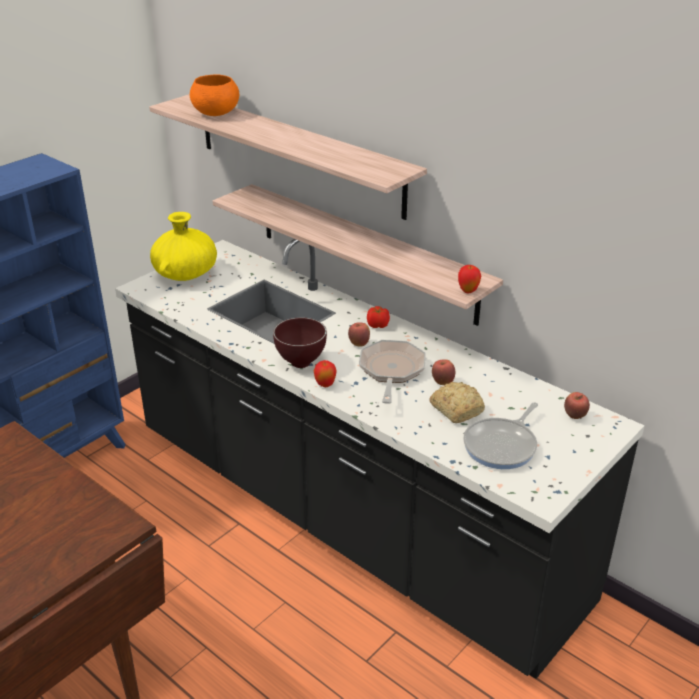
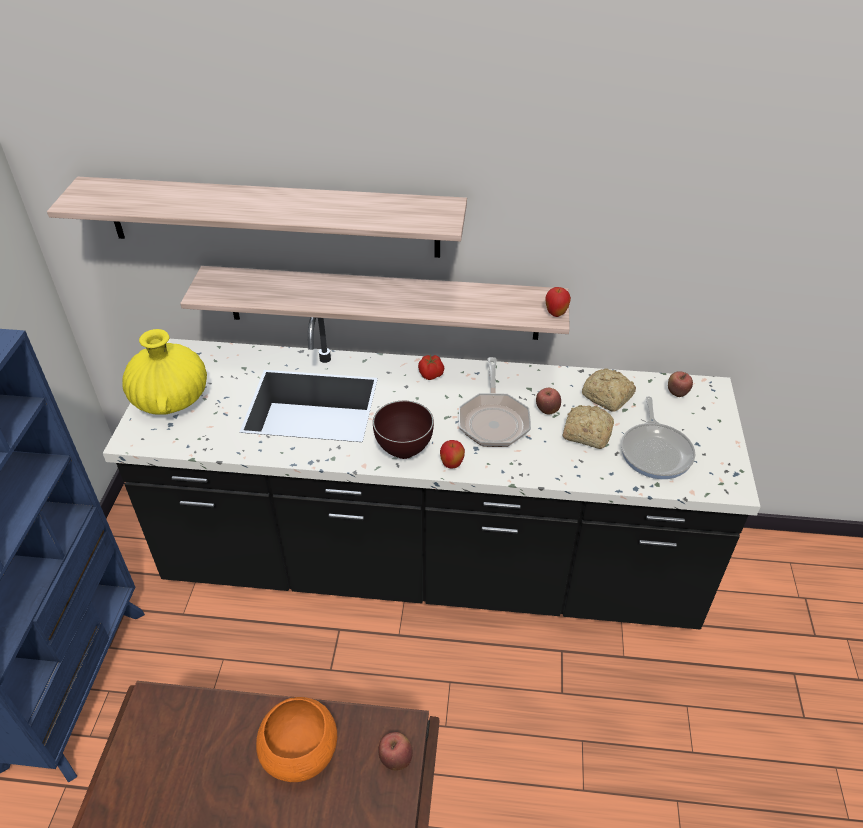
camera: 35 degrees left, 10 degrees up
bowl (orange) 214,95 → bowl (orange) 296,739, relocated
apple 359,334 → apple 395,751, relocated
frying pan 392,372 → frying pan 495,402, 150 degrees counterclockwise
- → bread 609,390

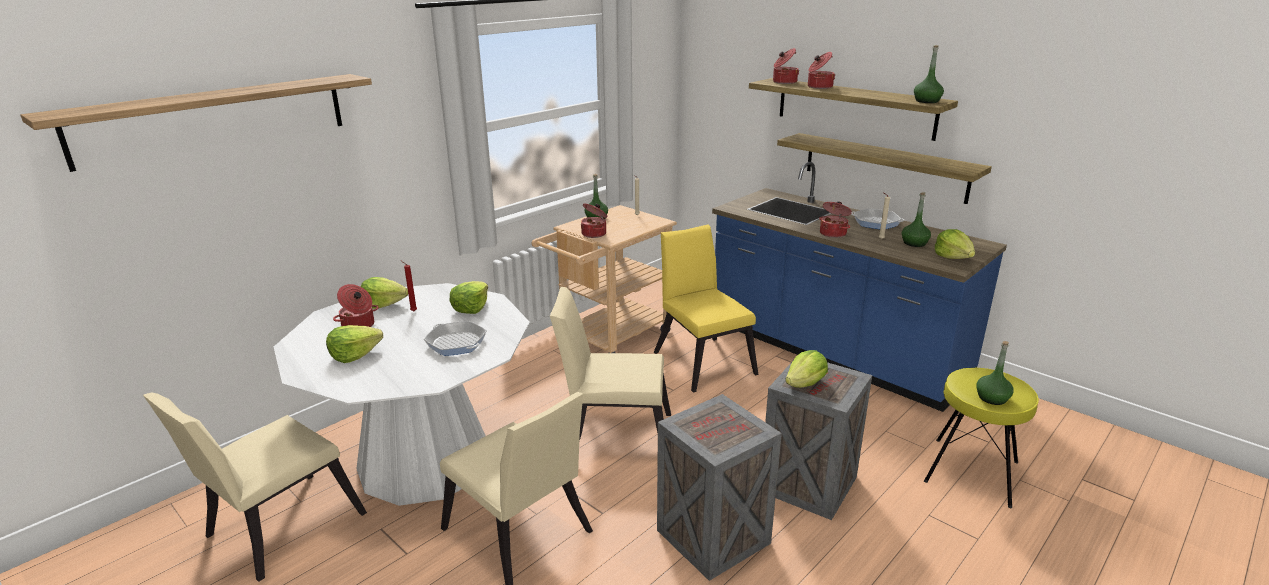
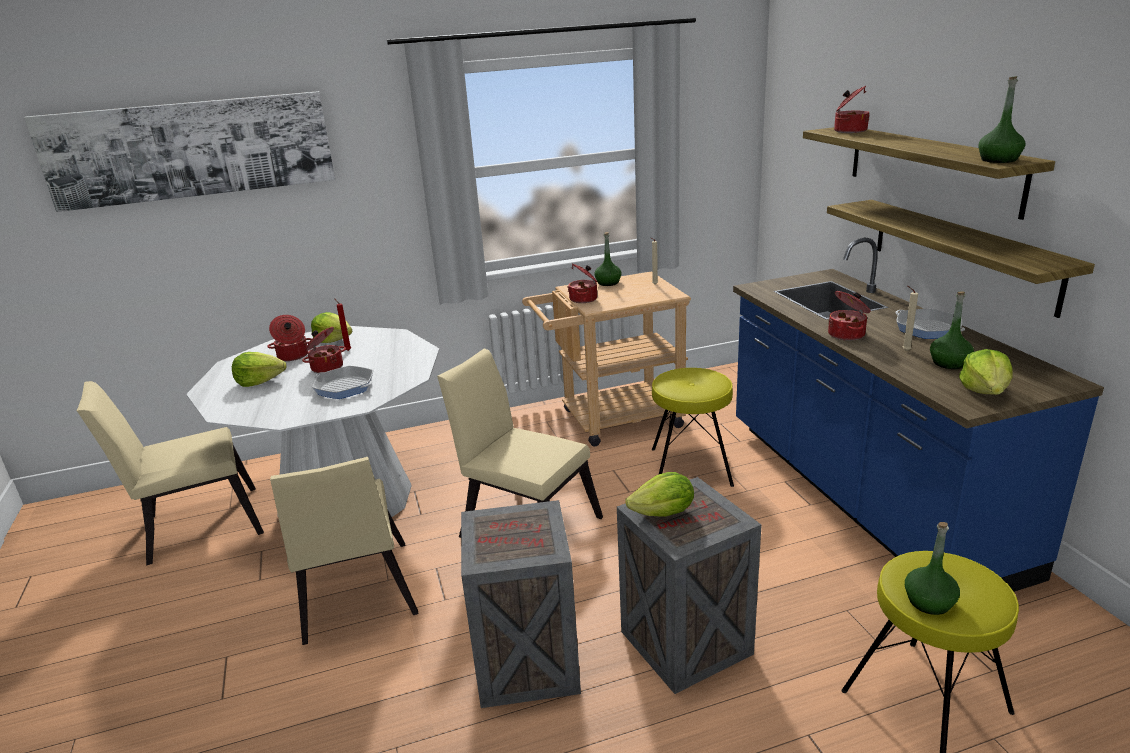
camera: 30 degrees right, 0 degrees up
shelf 196,123 → picture 179,151
cooking pot 821,70 → cooking pot 324,350, relocated
frying pan 455,338 → frying pan 342,382, 135 degrees clockwise
chair (yellow) 706,308 → stool (yellow) 693,427
lettuce 469,297 → -

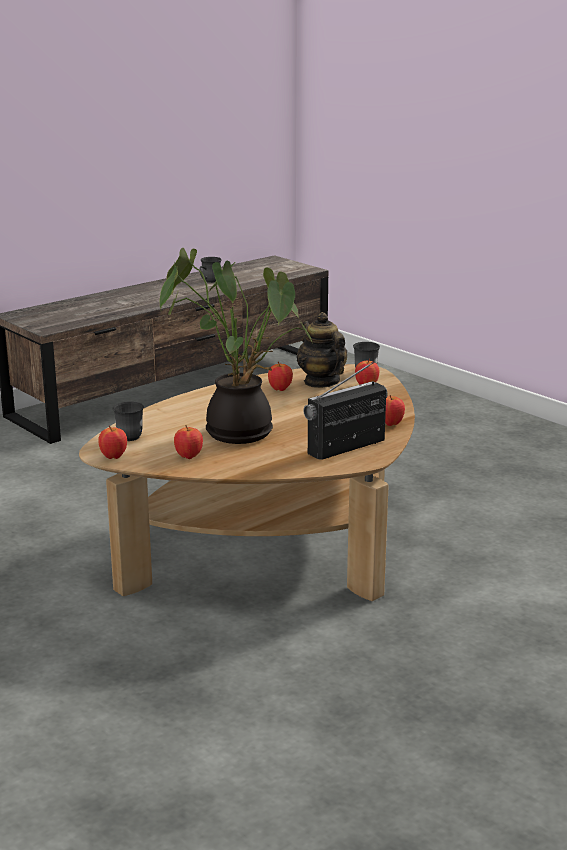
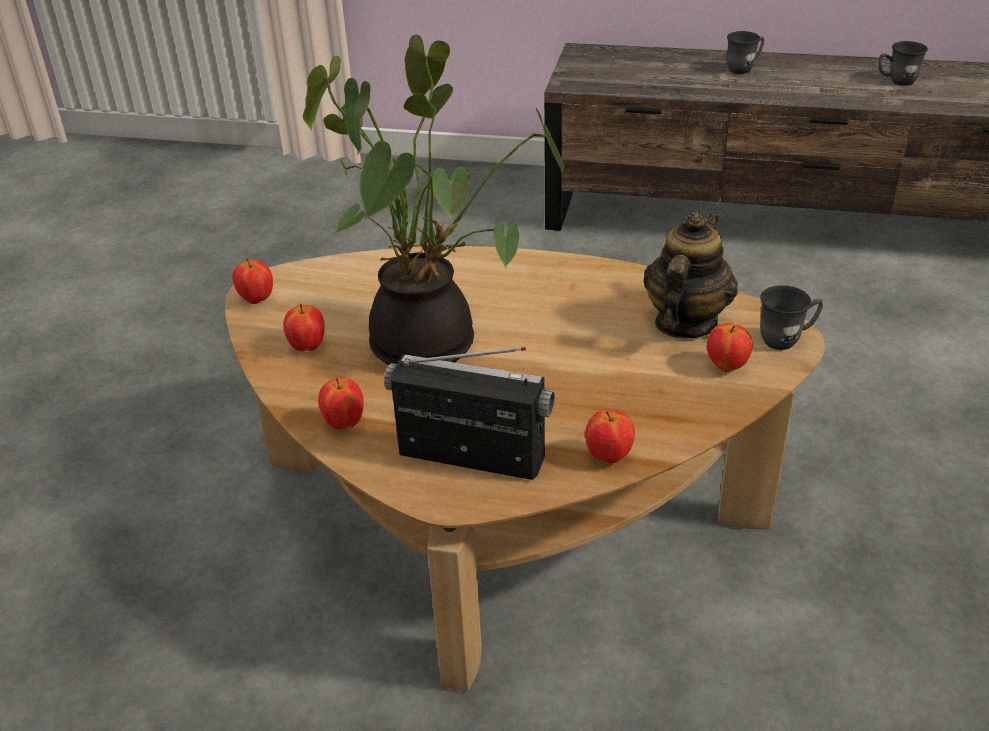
camera: 55 degrees right, 15 degrees up
apple 280,376 → apple 341,404, relocated
mug (grey) 128,421 → mug (grey) 745,52, relocated

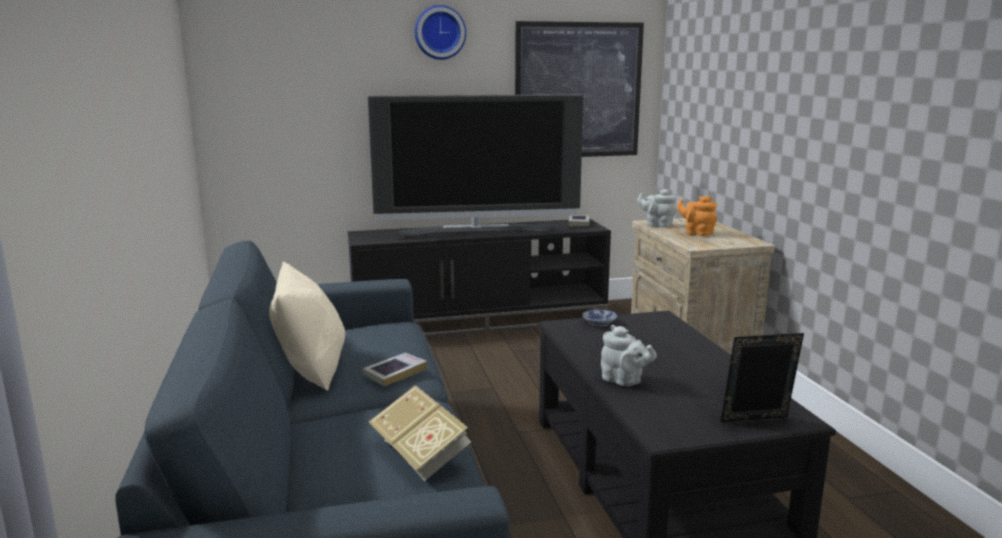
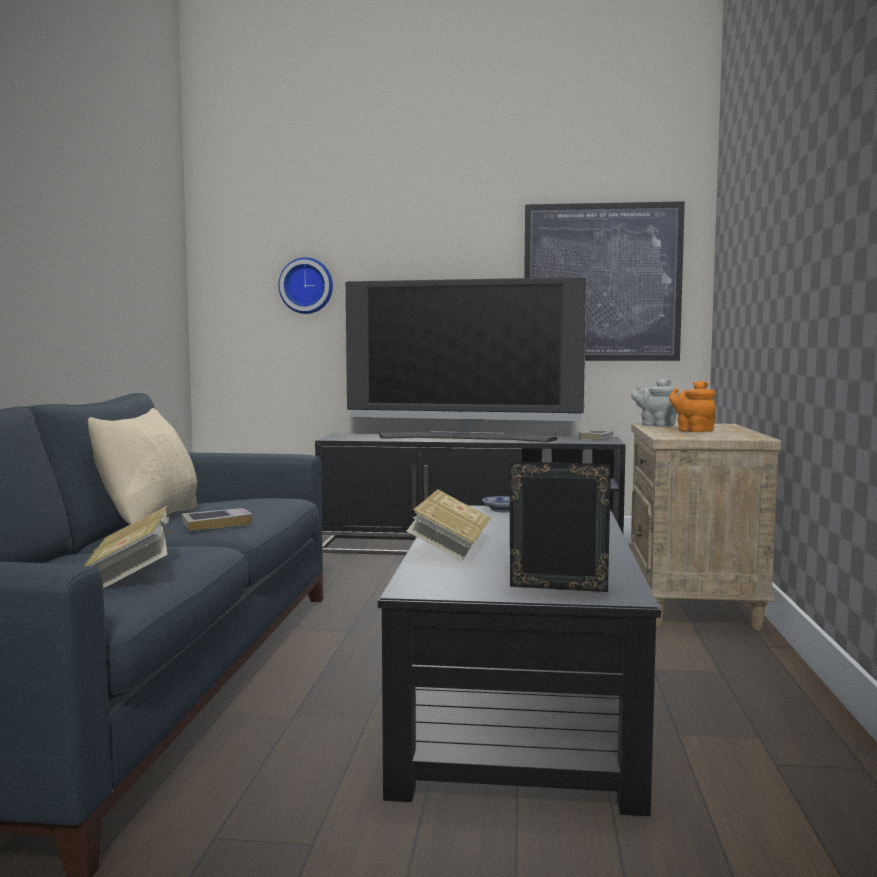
camera: 20 degrees right, 10 degrees down
wall clock 440,32 → wall clock 305,285, relocated
teapot (grey) 629,356 → book 449,525

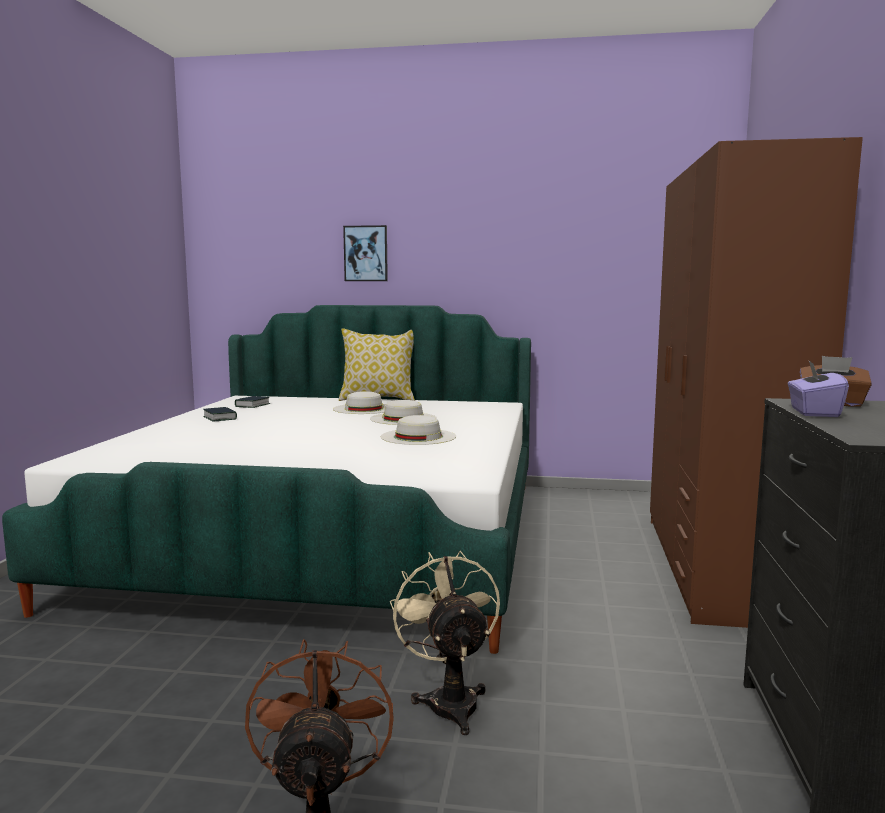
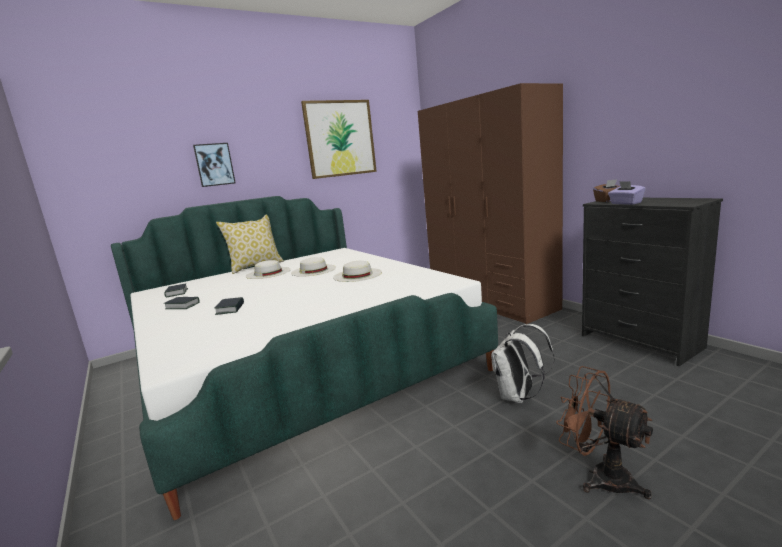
camera: 40 degrees left, 5 degrees up
- → book 229,306
- → picture 339,139
fan (beige) 445,643 → backpack (white) 522,363

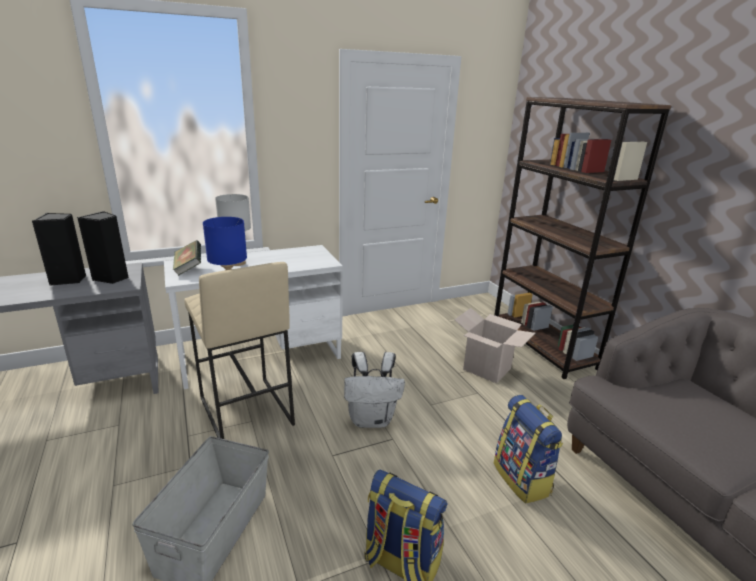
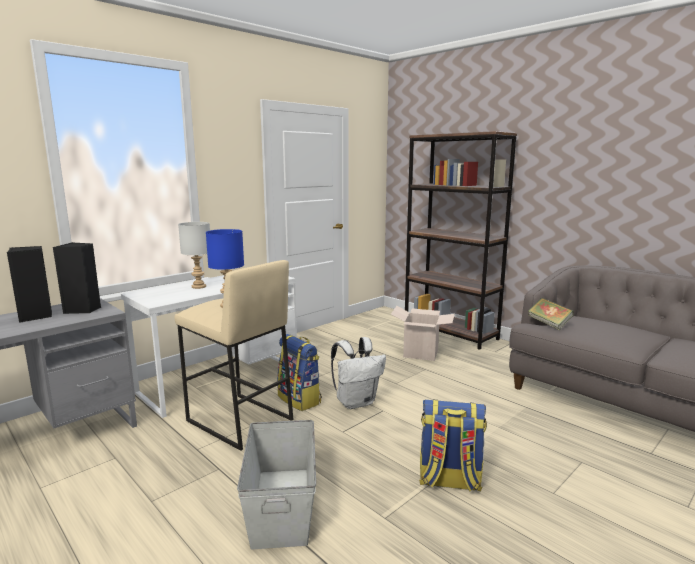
camera: 20 degrees left, 10 degrees down
backpack 528,449 → backpack 299,372, relocated
book 187,258 → book 551,314, relocated

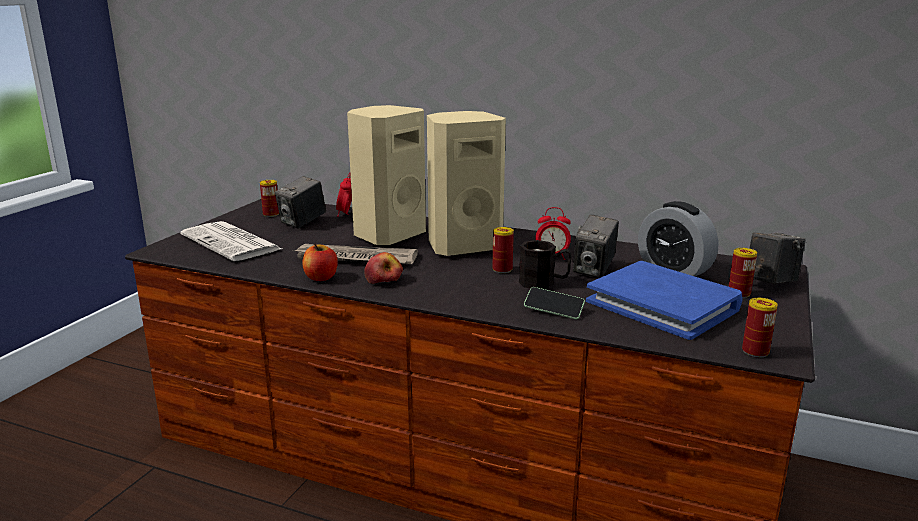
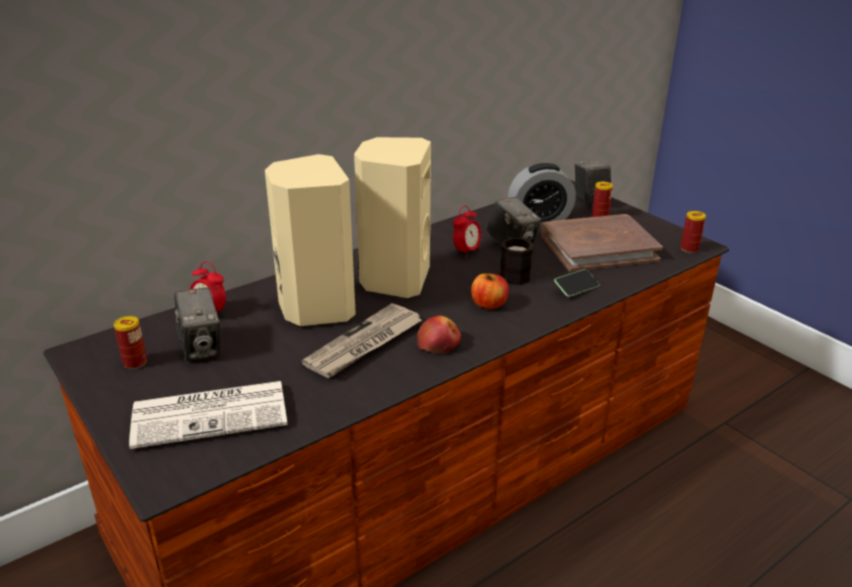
camera: 60 degrees left, 10 degrees up
apple 320,262 → apple 490,291, relocated
book (blue) 664,300 → book (brown) 602,243
can 503,250 → -

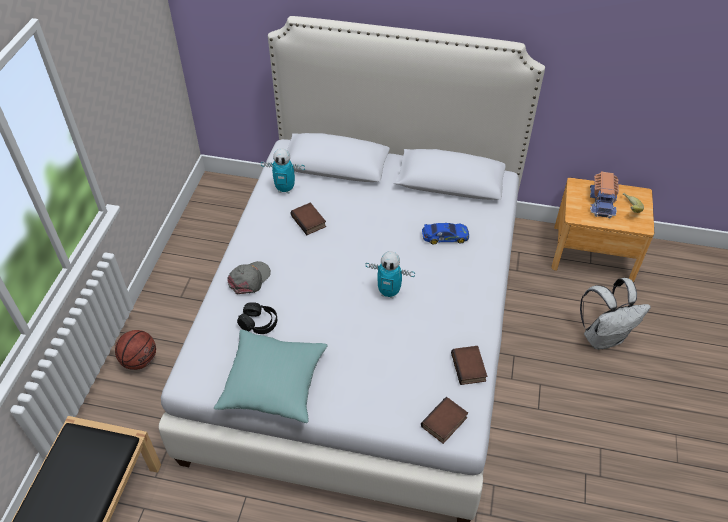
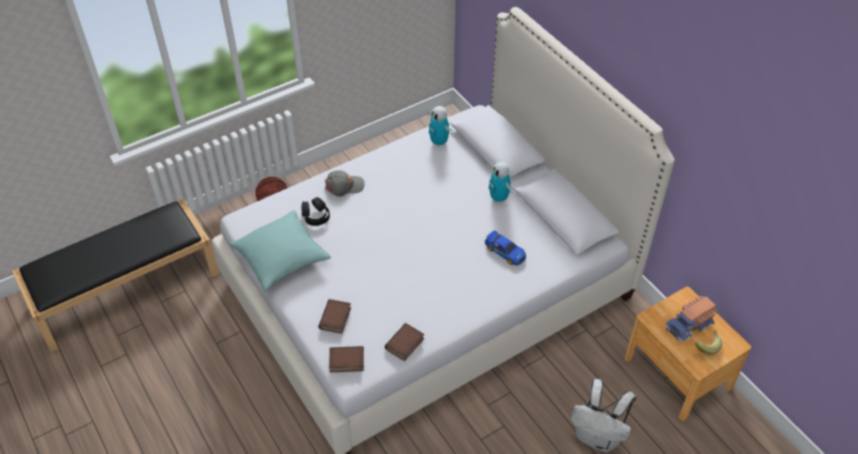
camera: 45 degrees right, 0 degrees up
book 308,219 → book 334,316, relocated
toy robot 390,274 → toy robot 500,183, relocated

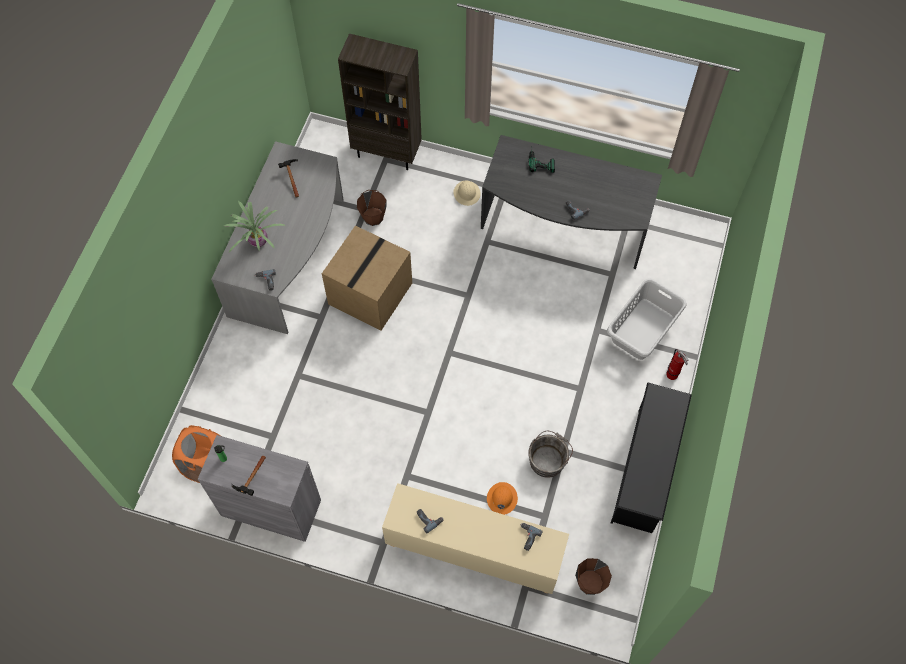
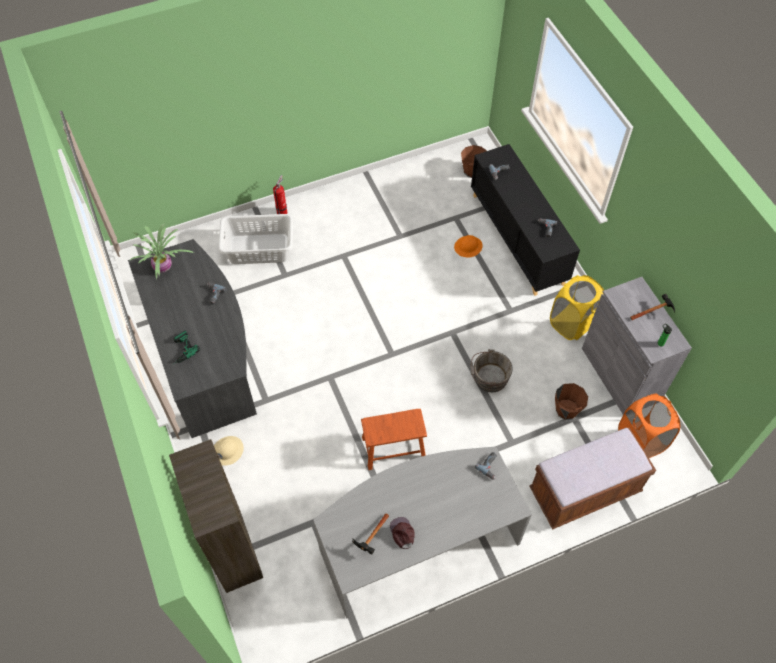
camera: 130 degrees left, 5 degrees down
potted plant 255,226 → potted plant 161,251, relocated
cardboard box 367,278 → stool (brown) 394,439
- → cap (brown) 402,533
bucket (grey) 550,454 → bucket (grey) 491,370, relocated
cabinet (beige) 475,538 → cabinet (black) 525,220
- → bench (brown) 592,478
- → laundry basket (yellow) 577,307
bucket (brown) 372,208 → bucket (brown) 571,401, relocated
shoe rack (black) 651,457 → -

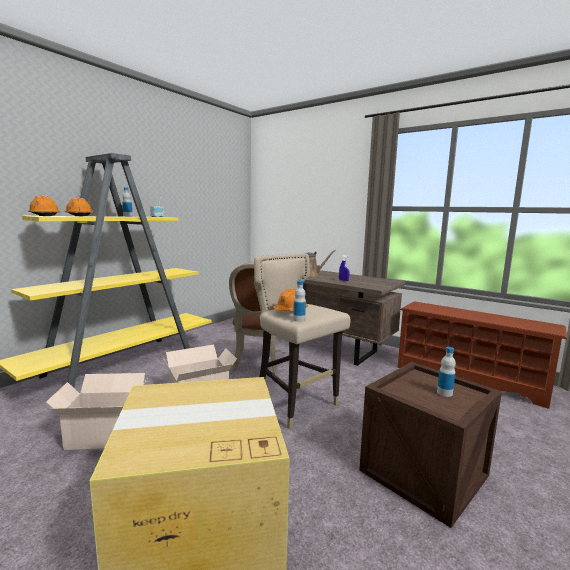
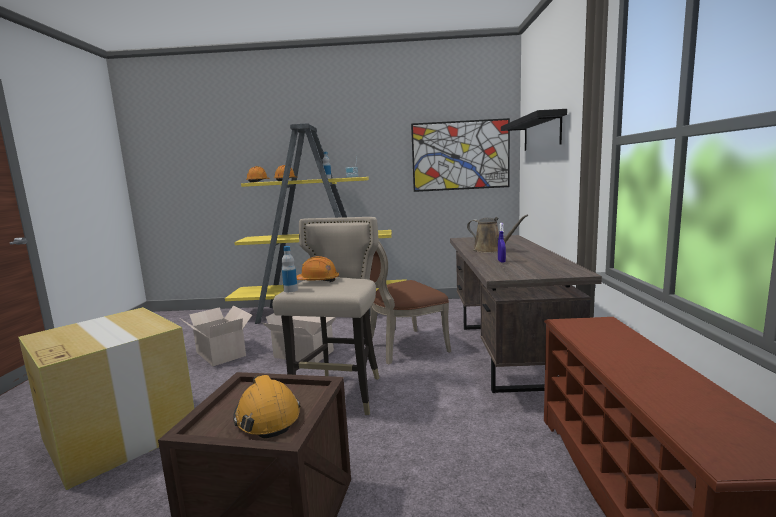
camera: 55 degrees right, 0 degrees up
bottle 446,372 → hard hat (orange) 267,406
- → picture 460,155
- → shelf (black) 534,130

